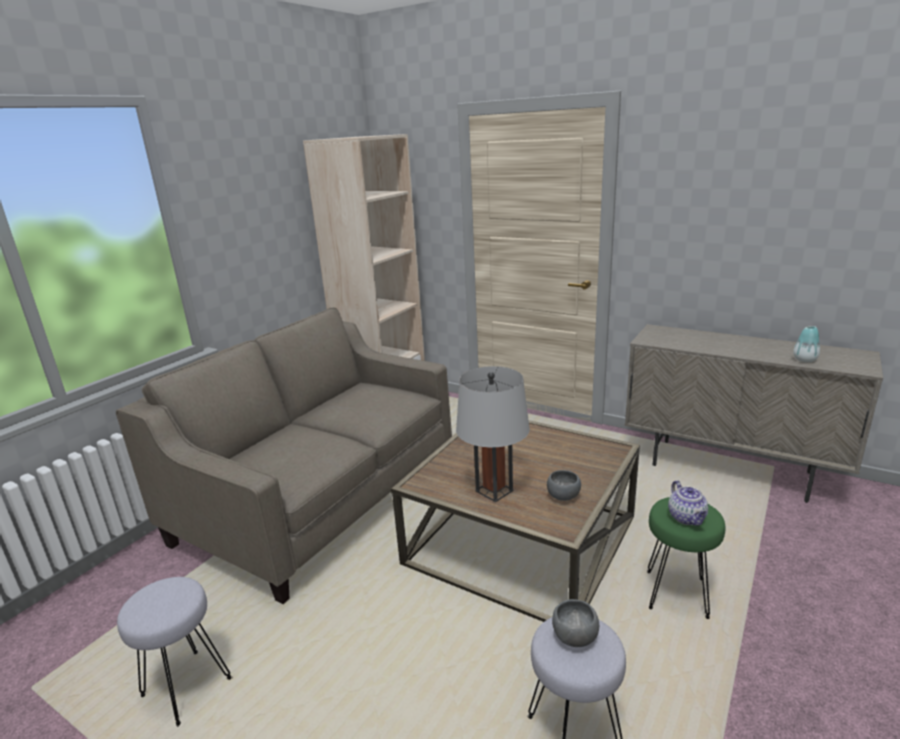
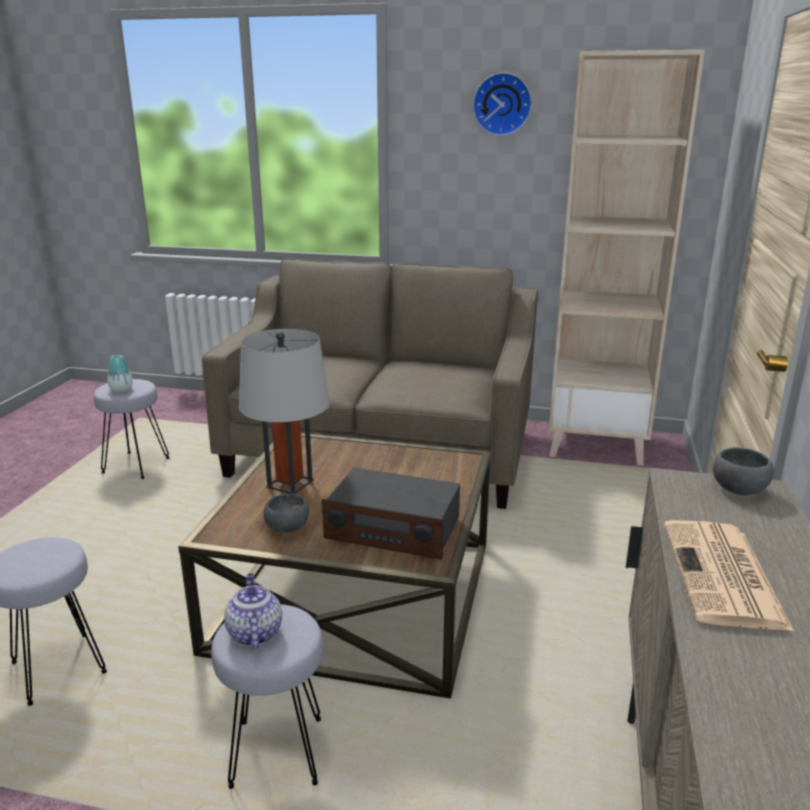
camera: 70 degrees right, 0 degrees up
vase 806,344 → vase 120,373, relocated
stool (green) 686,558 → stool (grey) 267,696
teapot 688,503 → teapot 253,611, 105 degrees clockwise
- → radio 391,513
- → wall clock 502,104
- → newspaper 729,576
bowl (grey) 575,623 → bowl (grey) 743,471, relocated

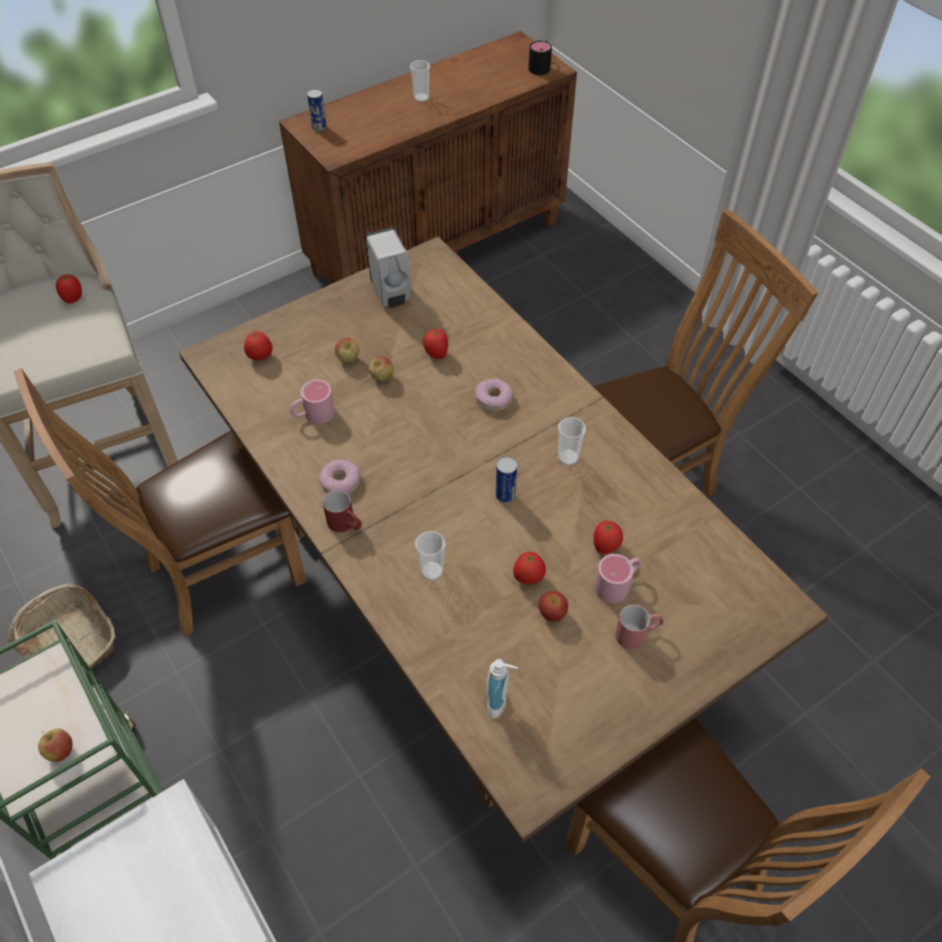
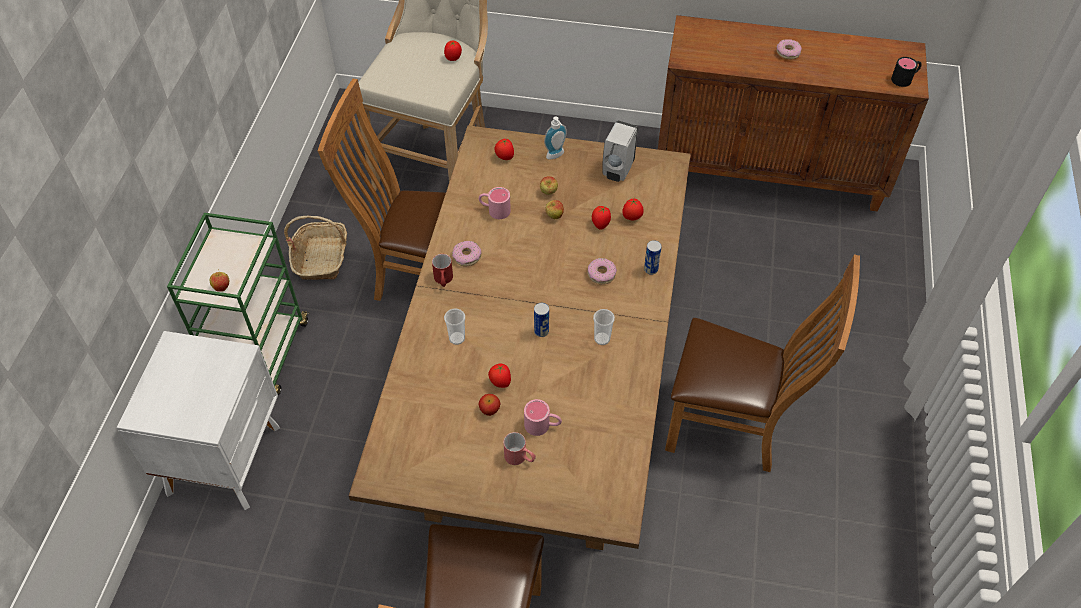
camera: 45 degrees right, 0 degrees up
soap dispenser 502,688 → soap dispenser 555,137, relocated
tomato 608,537 → tomato 633,209, relocated
can 317,110 → can 653,257, relocated
cup 420,81 → donut 789,49

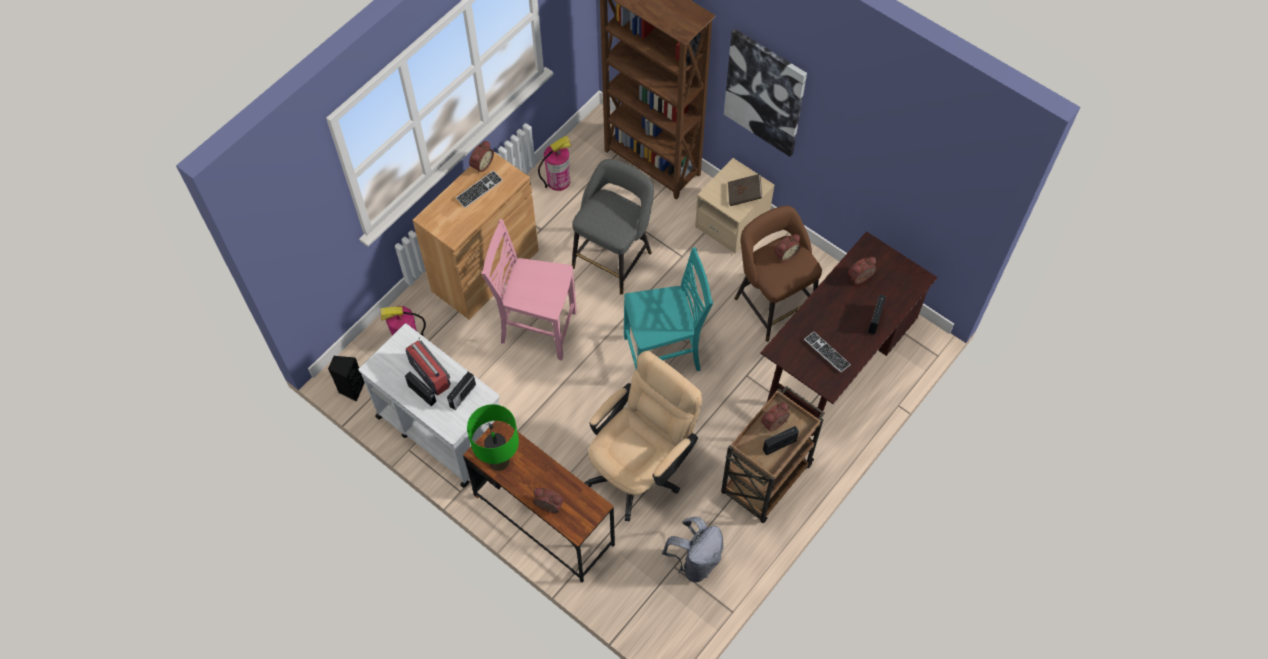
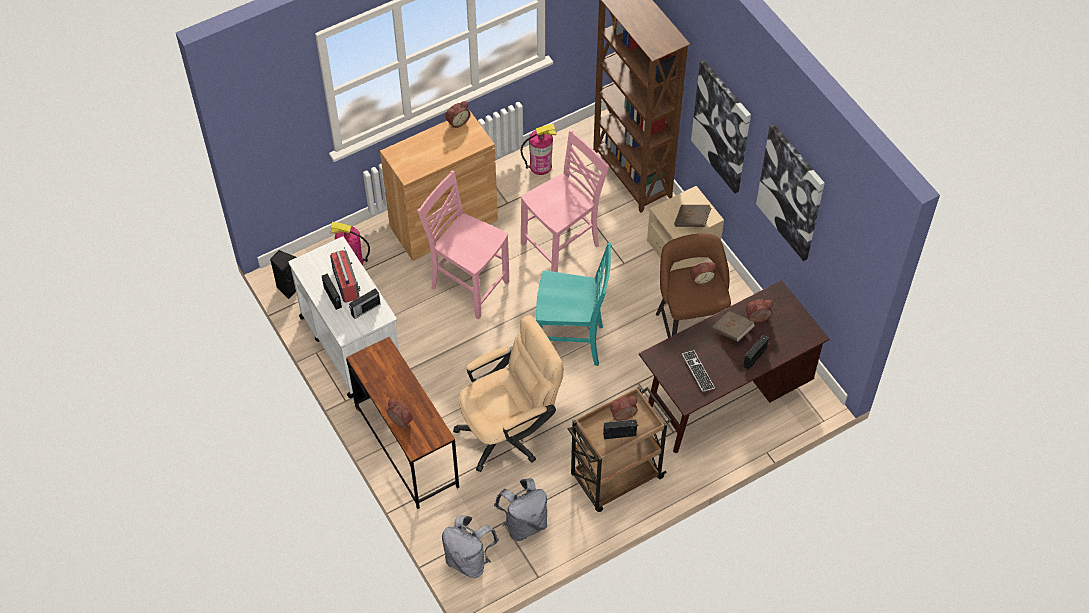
camera: 20 degrees right, 5 degrees down
- → backpack (grey) 470,546
stool (grey) 613,227 → chair (pink) 565,201
- → book (brown) 733,326
- → picture 790,192
keyboard 479,189 → -
table lamp (green) 493,437 → -

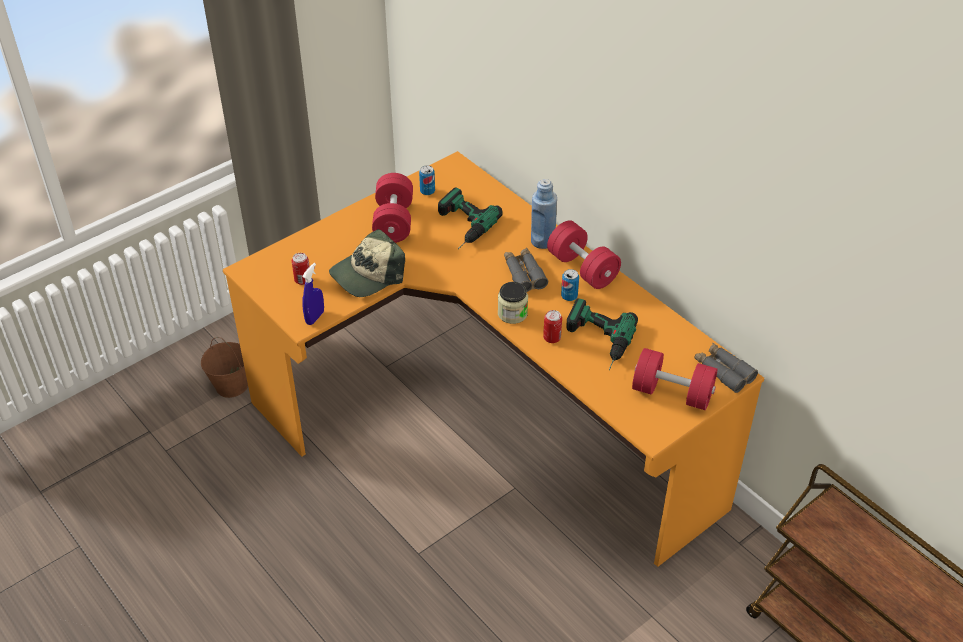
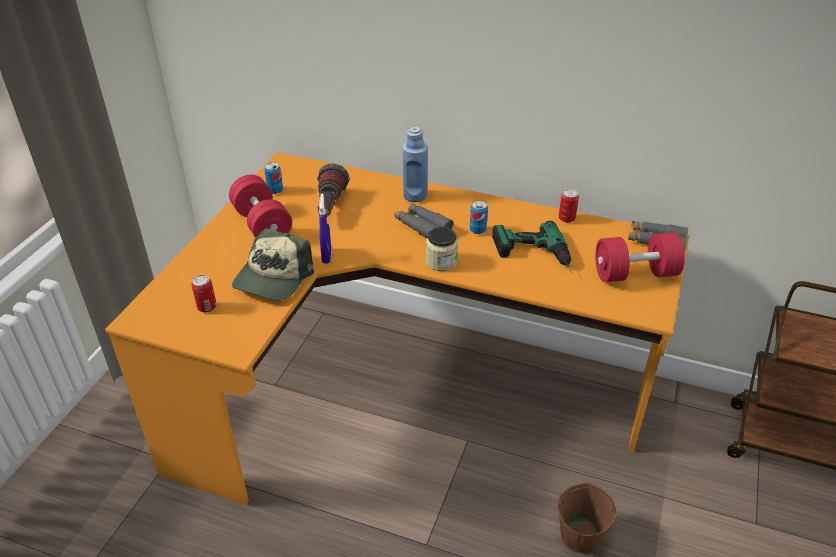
camera: 30 degrees left, 5 degrees down
power drill 470,218 → flashlight 333,191
spray bottle (blue) 313,294 → spray bottle (blue) 325,228, relocated
bucket (brown) 224,367 → bucket (brown) 586,518, relocated
can 552,326 → can 569,206, relocated
dumbbell (red) 584,254 → -

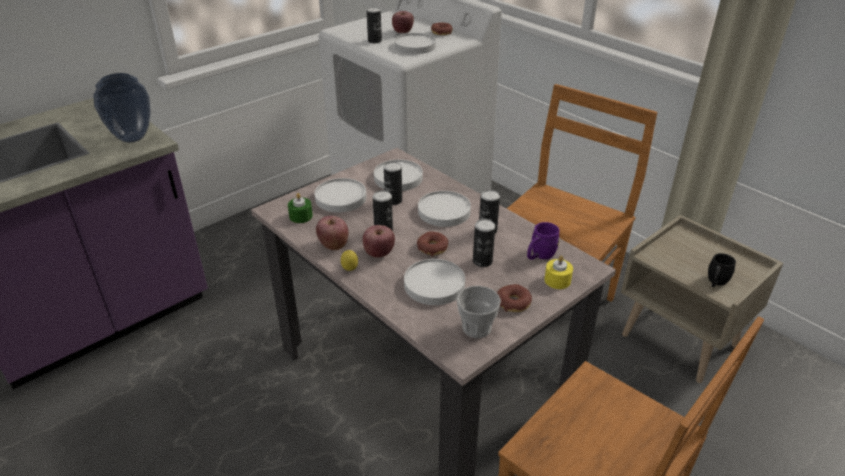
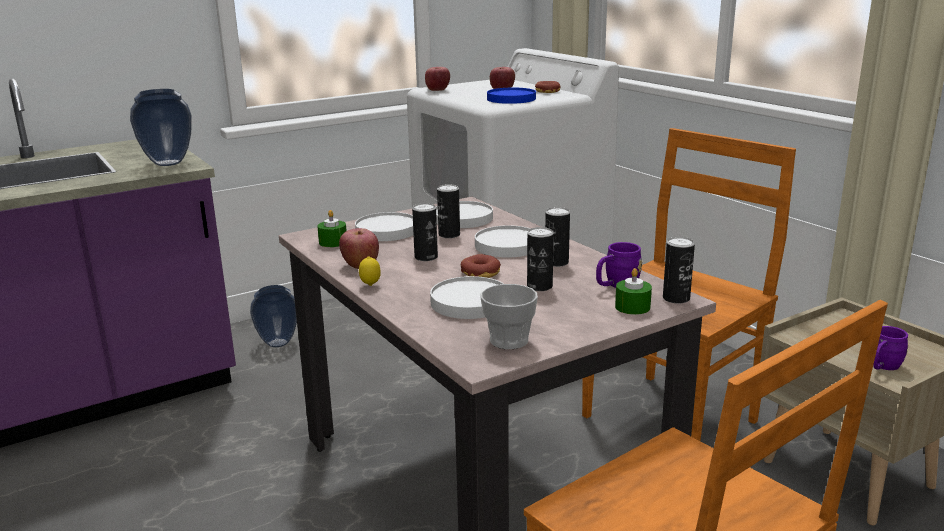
camera: 10 degrees right, 15 degrees down
- → vase 273,316
apple 379,241 → apple 437,79, relocated
plate (white) 415,43 → plate (blue) 511,96
candle (yellow) 558,272 → candle (green) 633,291
can 374,25 → can 679,270, relocated
mug (black) 722,270 → mug (purple) 890,348
donut 514,298 → -

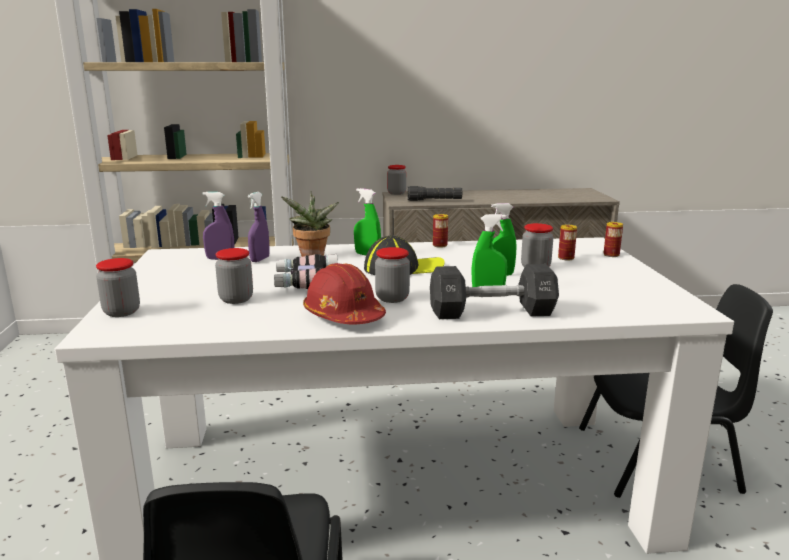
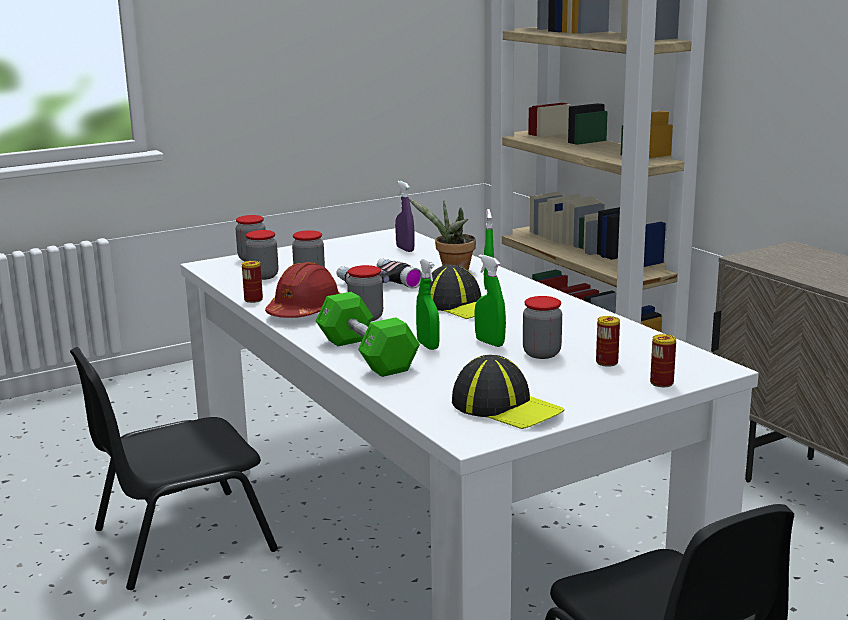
camera: 65 degrees right, 0 degrees up
can 440,231 → can 252,282, relocated
jar 396,180 → jar 261,255, relocated
dumbbell (black) 494,291 → dumbbell (green) 368,334
- → cap 508,392
spray bottle (purple) 259,227 → -
flashlight (black) 435,193 → -

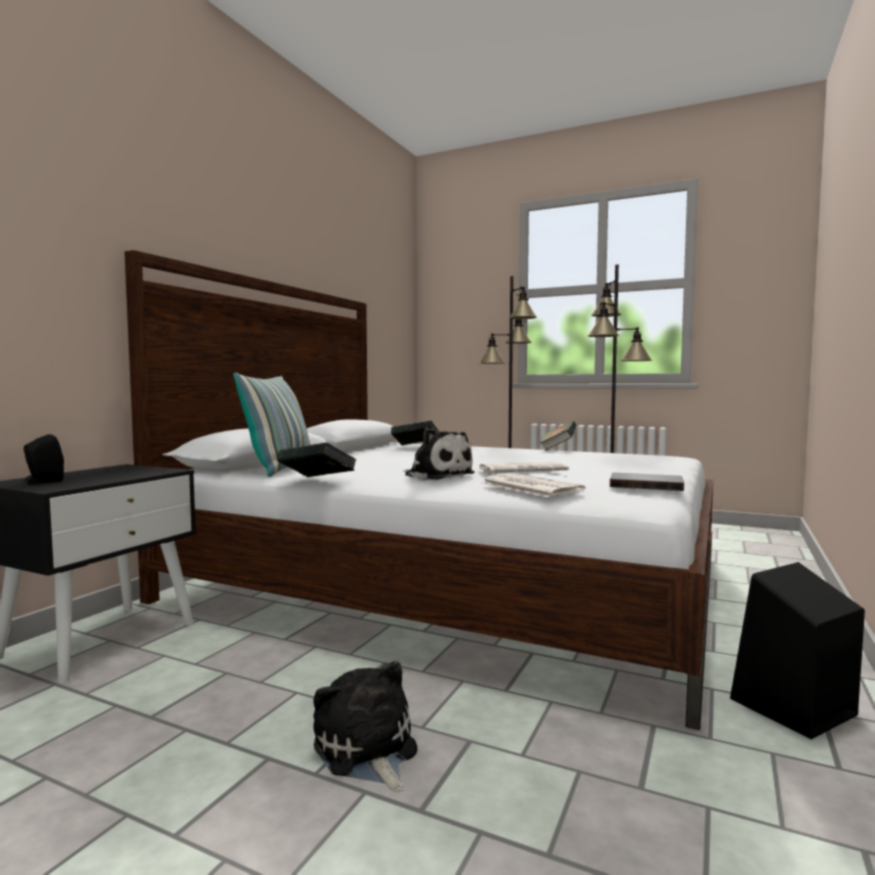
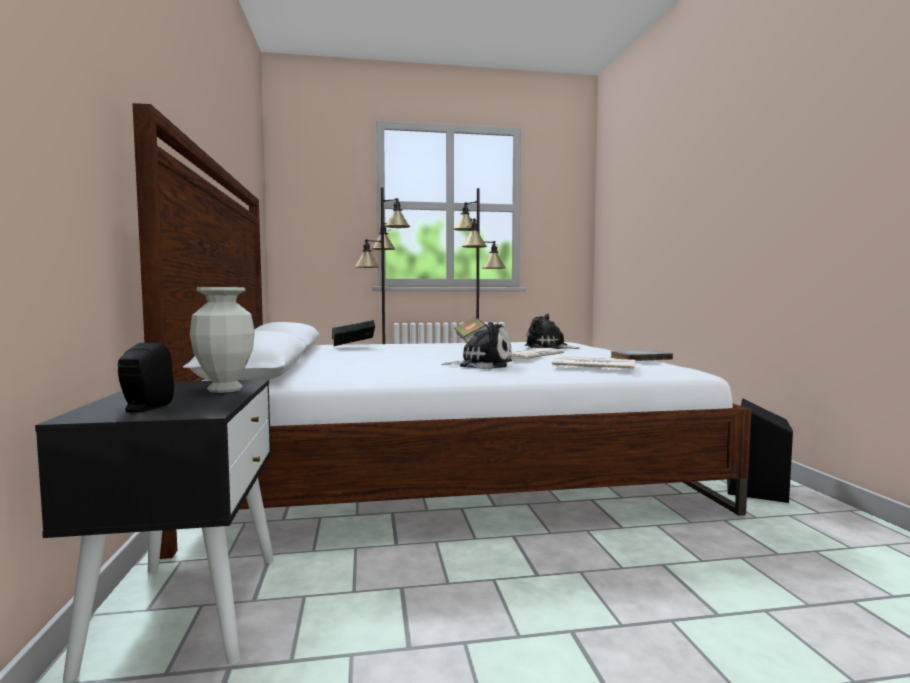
camera: 35 degrees left, 0 degrees up
- → vase 222,340
plush toy 365,726 → plush toy 552,331, relocated
pillow 271,424 → -
book 316,459 → -

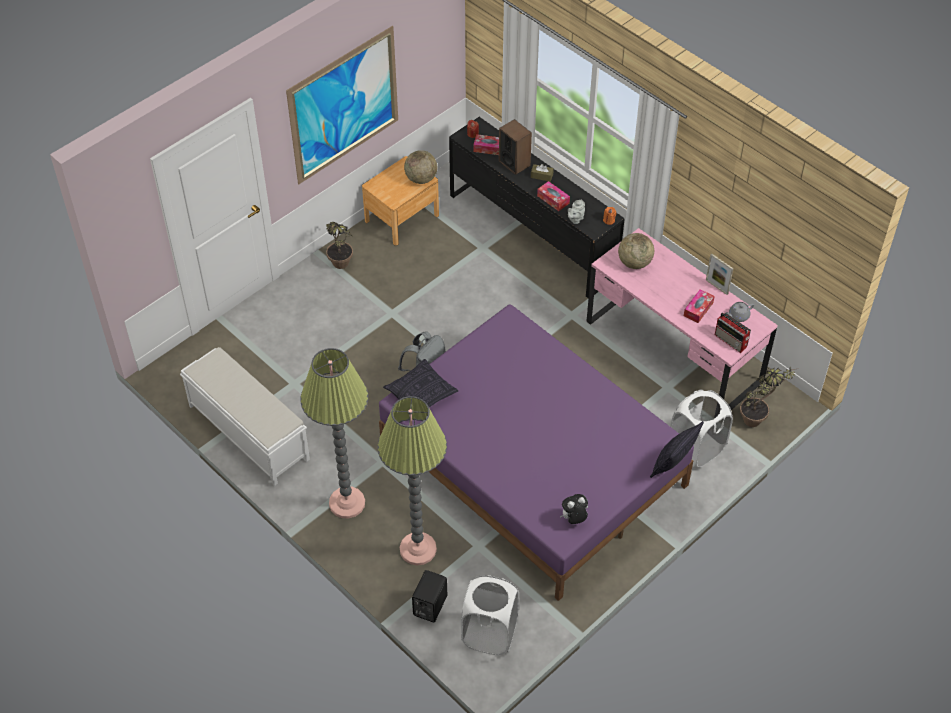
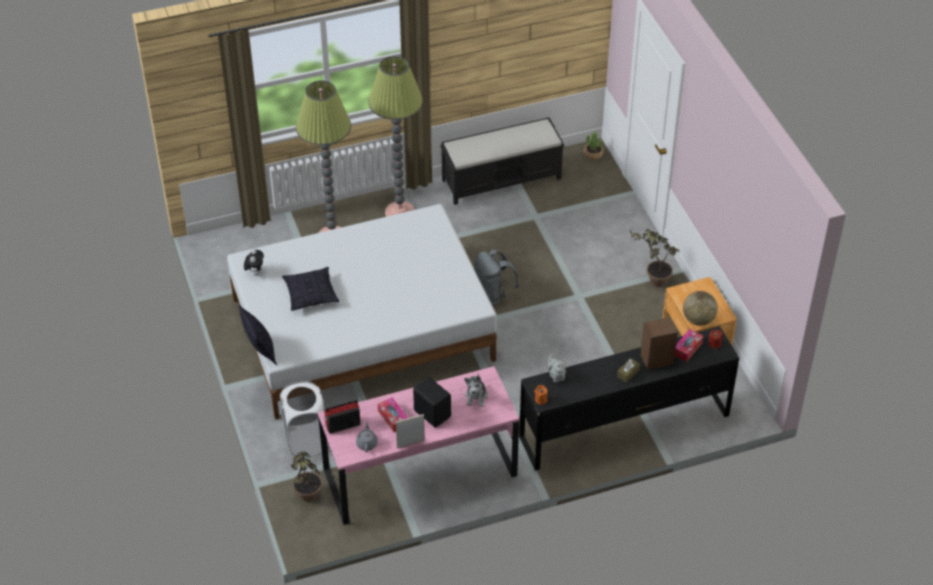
camera: 115 degrees right, 5 degrees down
bed (purple) 536,452 → bed (white) 362,311
pillow 421,383 → pillow 311,289, relocated
speaker (black) 429,596 → speaker (black) 432,402, relocated
bench (white) 245,416 → bench (black) 502,161
globe 636,251 → plush toy 476,390
- → potted plant 594,145
picture 342,105 → -
laundry basket (white) 490,615 → -
tissue box 553,196 → -

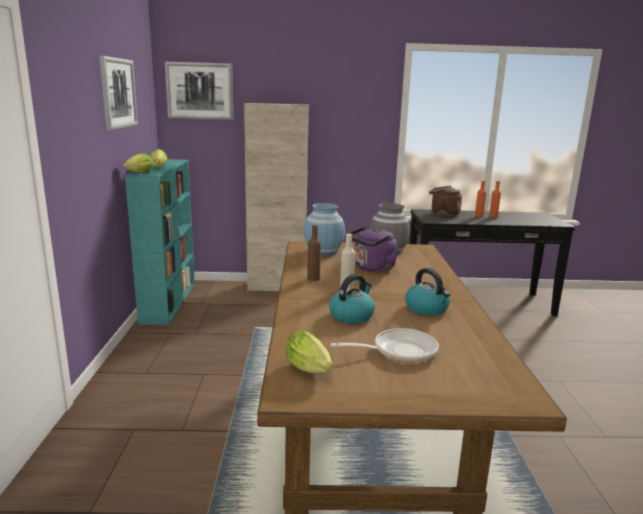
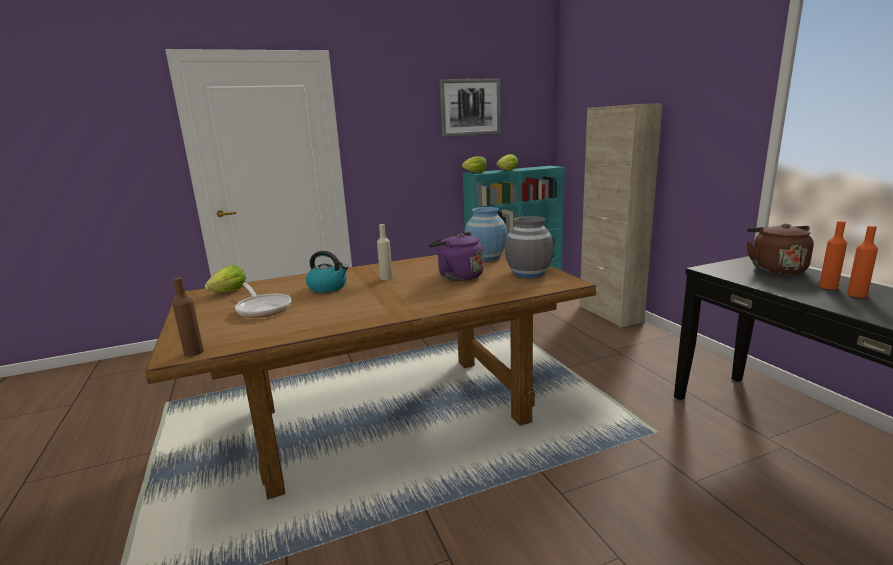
camera: 70 degrees right, 0 degrees up
bottle (brown) 314,253 → bottle (brown) 188,317, relocated
picture 199,91 → -
kettle 427,291 → -

